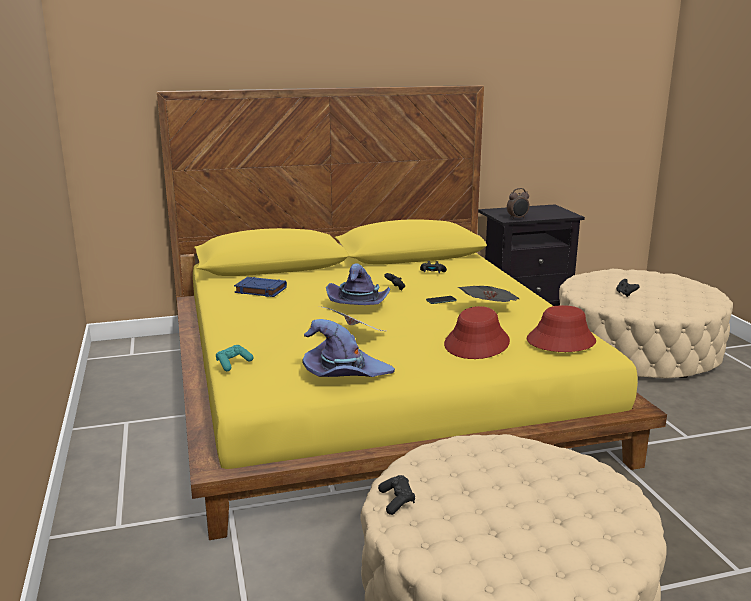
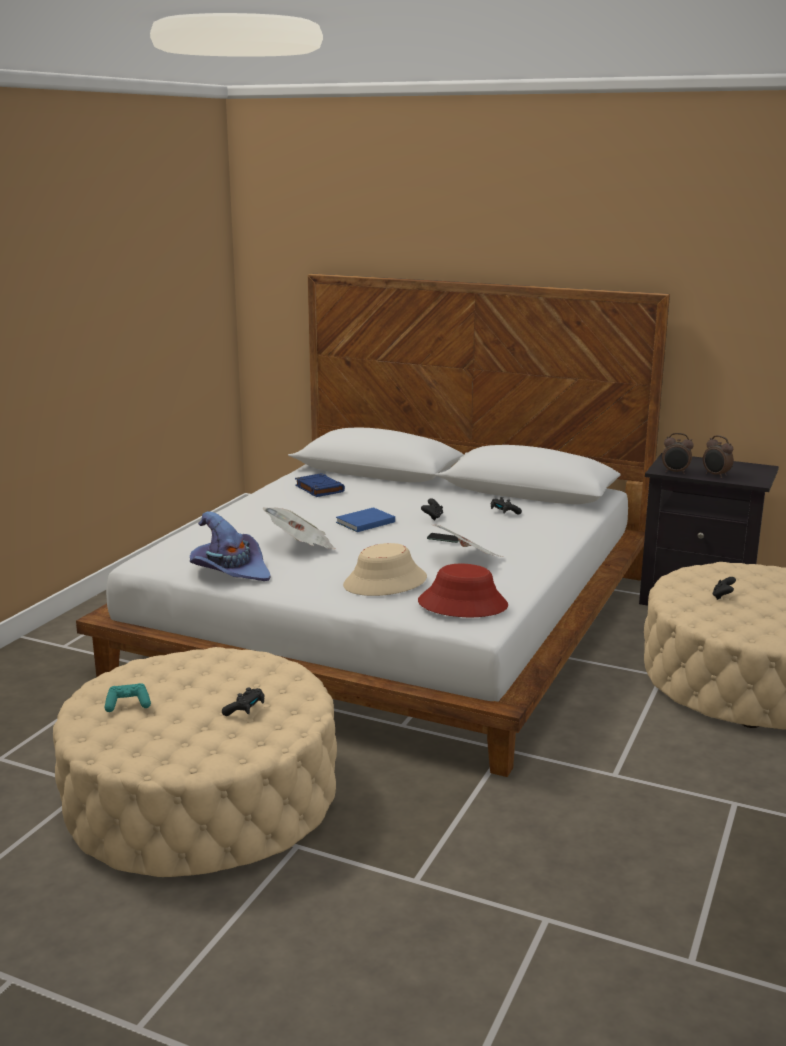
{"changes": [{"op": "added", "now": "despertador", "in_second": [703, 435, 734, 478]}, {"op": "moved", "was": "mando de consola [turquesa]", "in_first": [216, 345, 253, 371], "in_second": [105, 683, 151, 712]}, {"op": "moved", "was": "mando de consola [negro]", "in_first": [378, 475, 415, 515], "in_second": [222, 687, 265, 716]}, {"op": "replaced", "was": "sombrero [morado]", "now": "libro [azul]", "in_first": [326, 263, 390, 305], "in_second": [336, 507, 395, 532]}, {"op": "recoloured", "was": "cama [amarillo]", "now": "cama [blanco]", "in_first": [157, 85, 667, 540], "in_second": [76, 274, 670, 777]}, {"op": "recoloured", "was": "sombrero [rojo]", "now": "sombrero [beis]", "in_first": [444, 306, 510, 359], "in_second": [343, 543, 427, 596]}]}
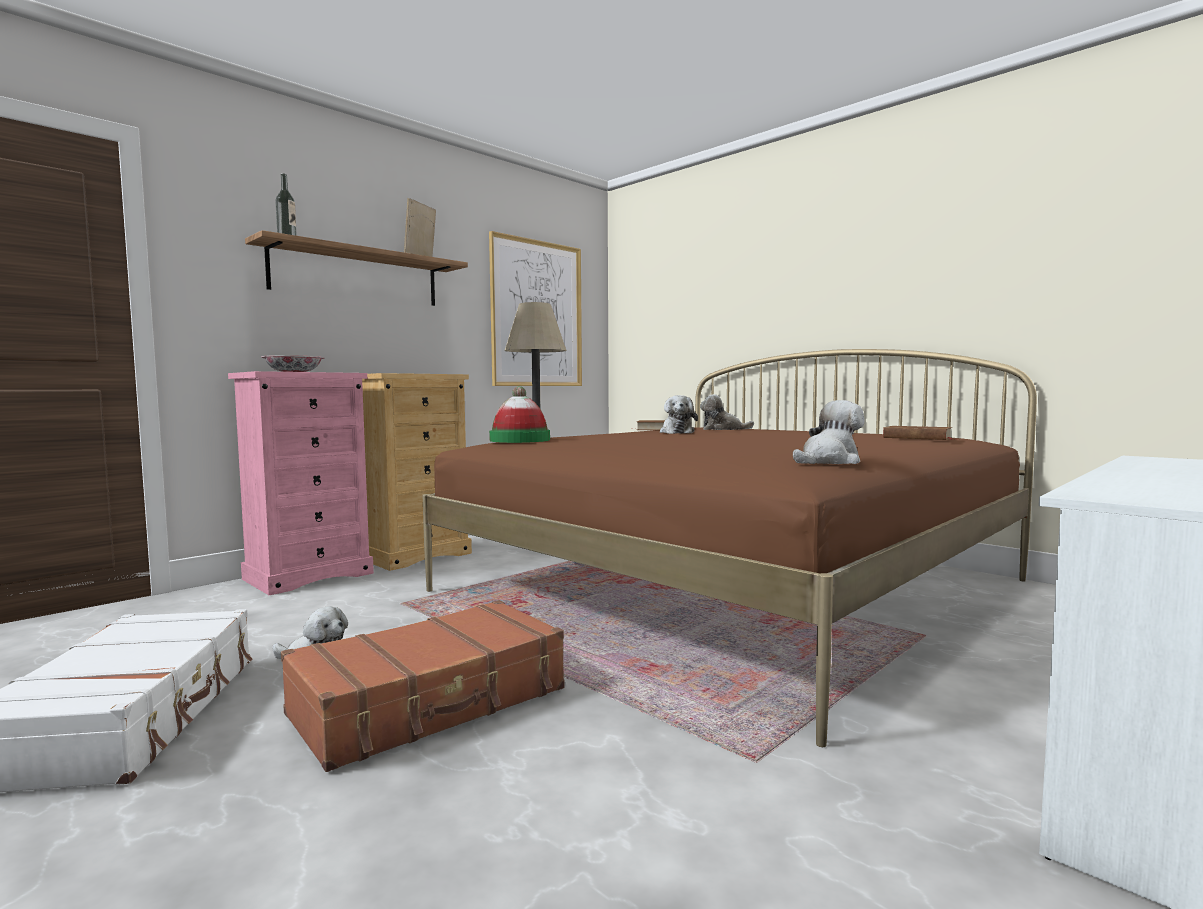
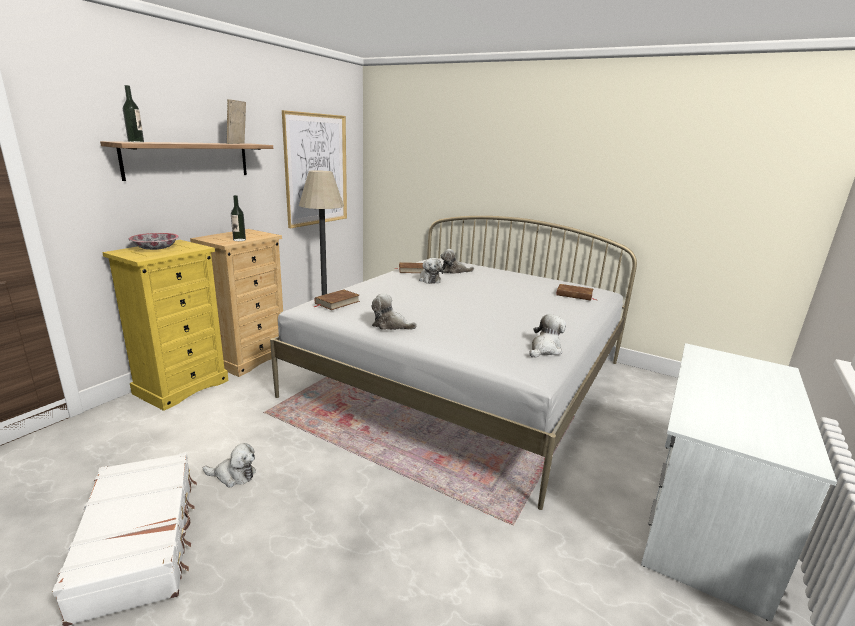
{"changes": [{"op": "removed", "was": "maleta [marrón]", "in_first": [281, 600, 565, 772]}, {"op": "added", "now": "botella", "in_second": [231, 195, 246, 241]}, {"op": "added", "now": "peluche", "in_second": [372, 293, 417, 330]}, {"op": "replaced", "was": "sombrero", "now": "libro [marrón]", "in_first": [489, 386, 550, 443], "in_second": [314, 289, 360, 310]}, {"op": "recoloured", "was": "cómoda [rosa]", "now": "cómoda [amarillo]", "in_first": [228, 371, 374, 595], "in_second": [102, 240, 229, 411]}, {"op": "recoloured", "was": "cama [marrón]", "now": "cama [blanco]", "in_first": [423, 349, 1037, 747], "in_second": [270, 216, 637, 510]}]}
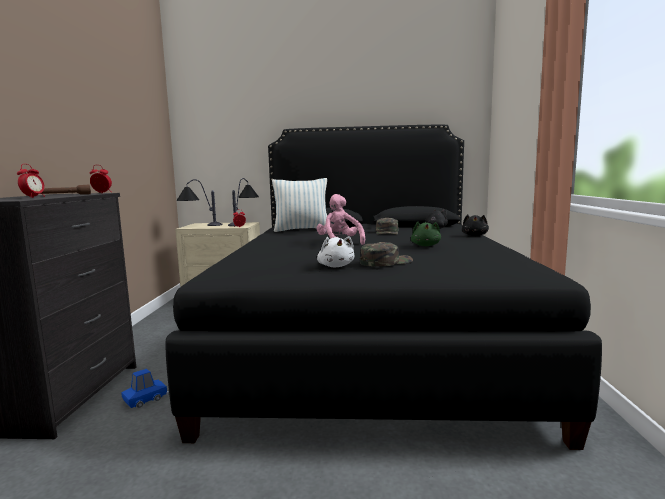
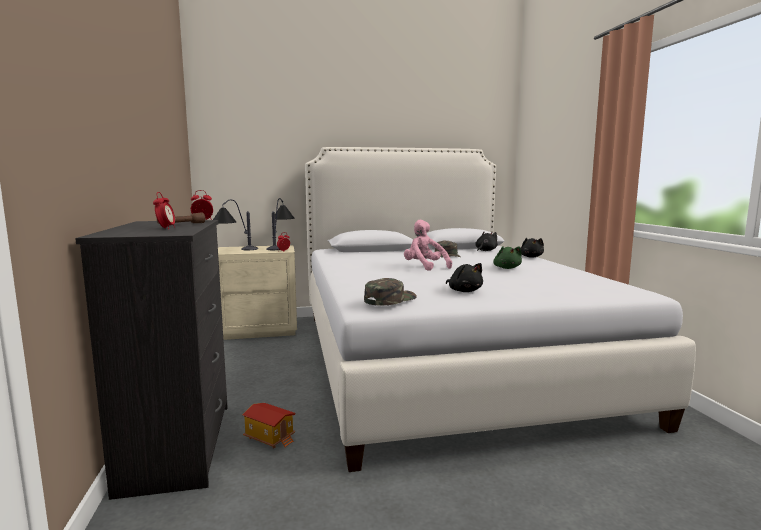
{"changes": [{"op": "removed", "was": "cojín", "in_first": [272, 178, 327, 232]}, {"op": "moved", "was": "gorra [verde]", "in_first": [360, 242, 413, 267], "in_second": [364, 278, 417, 305]}, {"op": "replaced", "was": "coche de juguete [azul]", "now": "casita", "in_first": [121, 369, 169, 408], "in_second": [242, 403, 296, 448]}, {"op": "recoloured", "was": "cama [negro]", "now": "cama [blanco]", "in_first": [166, 125, 602, 450], "in_second": [305, 147, 696, 472]}, {"op": "recoloured", "was": "peluche [blanco]", "now": "peluche [negro]", "in_first": [317, 236, 354, 267], "in_second": [446, 263, 483, 292]}]}
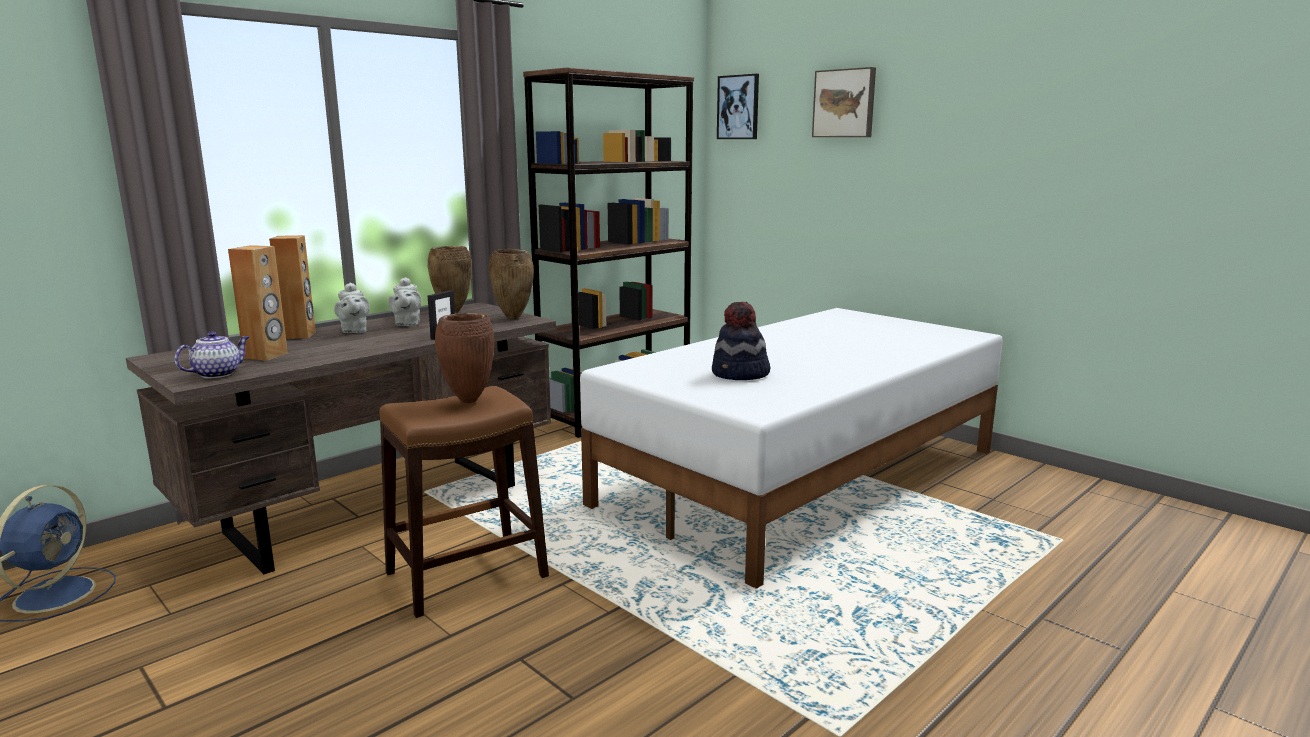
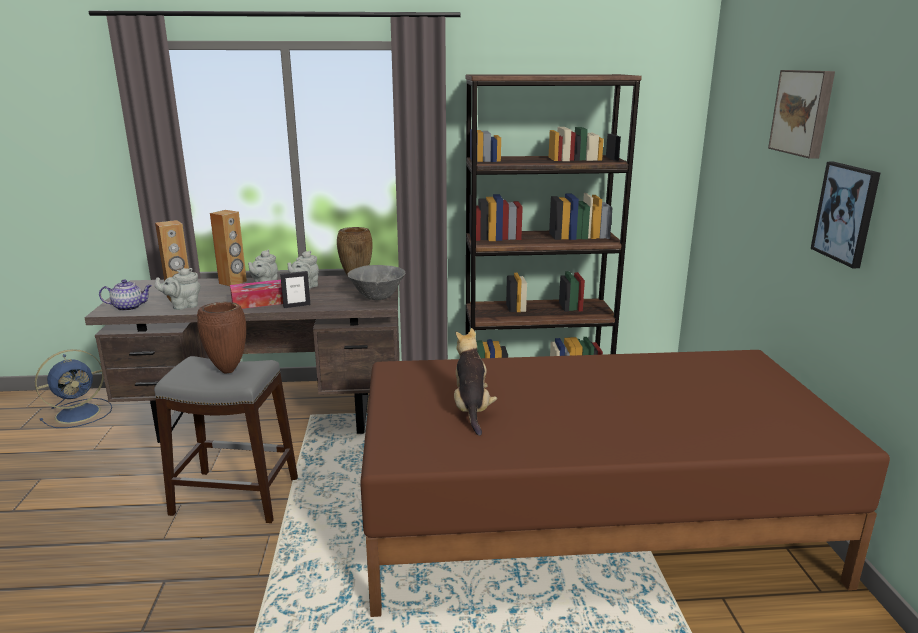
{"changes": [{"op": "added", "now": "tetera [gris]", "in_second": [155, 268, 201, 310]}, {"op": "added", "now": "caja de pañuelos", "in_second": [230, 280, 283, 309]}, {"op": "moved", "was": "cuadro", "in_first": [717, 74, 759, 139], "in_second": [811, 162, 880, 268]}, {"op": "replaced", "was": "florero [marrón]", "now": "cuenco [gris]", "in_first": [489, 249, 534, 319], "in_second": [347, 265, 406, 300]}, {"op": "replaced", "was": "sombrero", "now": "peluche", "in_first": [712, 302, 770, 380], "in_second": [454, 328, 497, 436]}, {"op": "recoloured", "was": "taburete [marrón]", "now": "taburete [gris]", "in_first": [379, 386, 549, 618], "in_second": [154, 356, 298, 523]}, {"op": "recoloured", "was": "cama [blanco]", "now": "cama [marrón]", "in_first": [580, 308, 1003, 589], "in_second": [360, 350, 890, 617]}]}
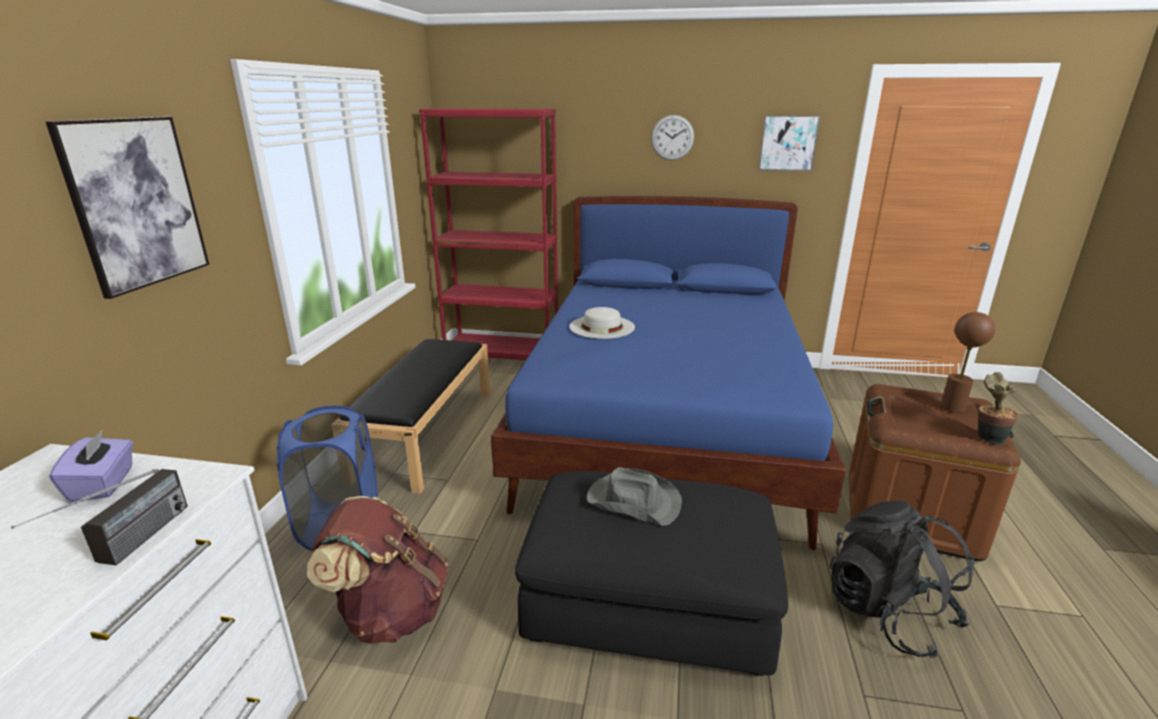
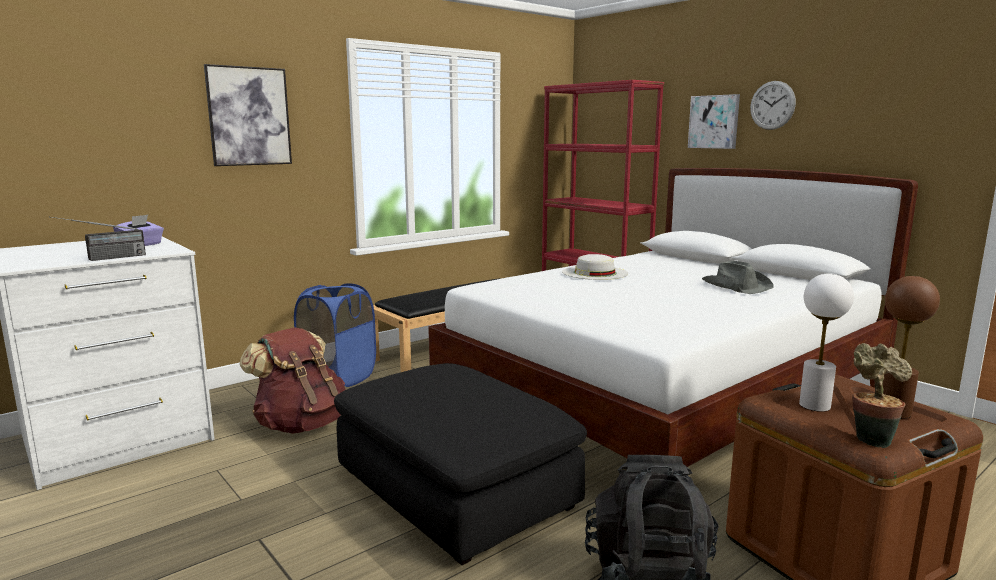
{"changes": [{"op": "added", "now": "lámpara de mesa [blanco]", "in_second": [799, 273, 854, 412]}, {"op": "moved", "was": "sombrero [gris]", "in_first": [587, 467, 682, 526], "in_second": [702, 261, 774, 294]}, {"op": "moved", "was": "cuadro", "in_first": [758, 115, 820, 171], "in_second": [688, 94, 740, 149]}, {"op": "recoloured", "was": "cama [azul]", "now": "cama [blanco]", "in_first": [491, 196, 846, 550], "in_second": [428, 168, 918, 467]}]}
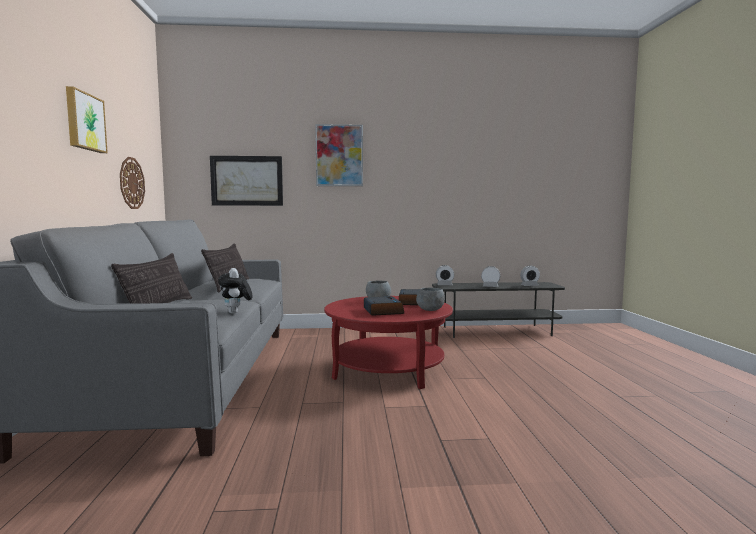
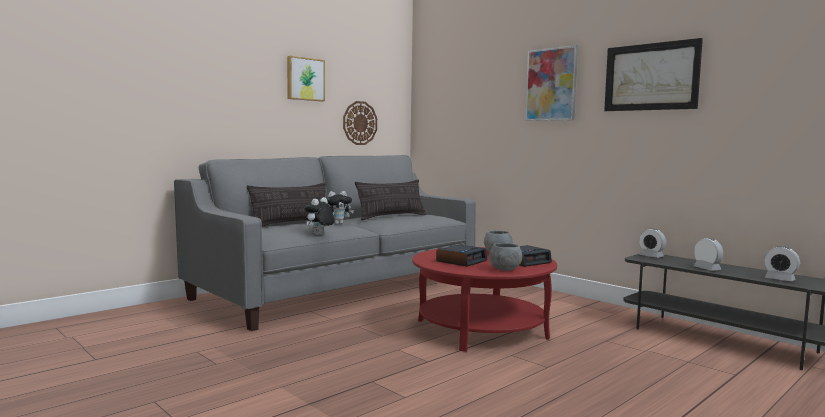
{"changes": [{"op": "added", "now": "peluche", "in_second": [326, 191, 354, 225]}, {"op": "moved", "was": "cuadro", "in_first": [210, 156, 283, 206], "in_second": [604, 38, 703, 111]}]}
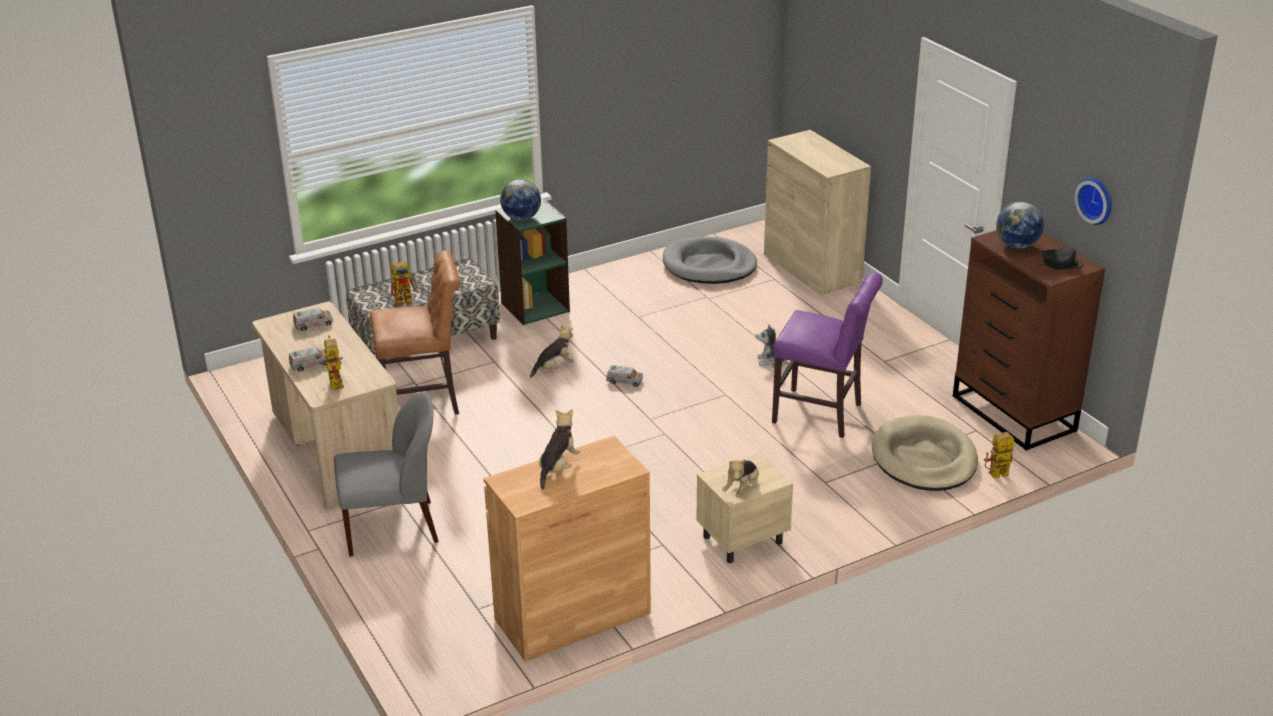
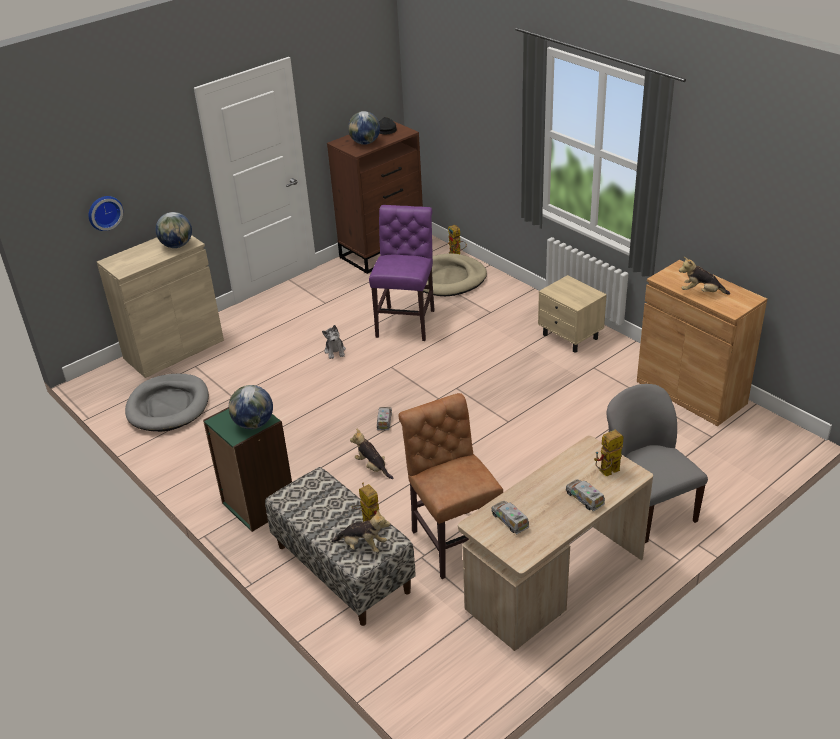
{"changes": [{"op": "added", "now": "globo terráqueo", "in_second": [156, 212, 192, 248]}, {"op": "moved", "was": "peluche", "in_first": [722, 459, 759, 498], "in_second": [331, 509, 390, 553]}, {"op": "moved", "was": "reloj de pared", "in_first": [1075, 178, 1112, 225], "in_second": [89, 196, 123, 231]}]}
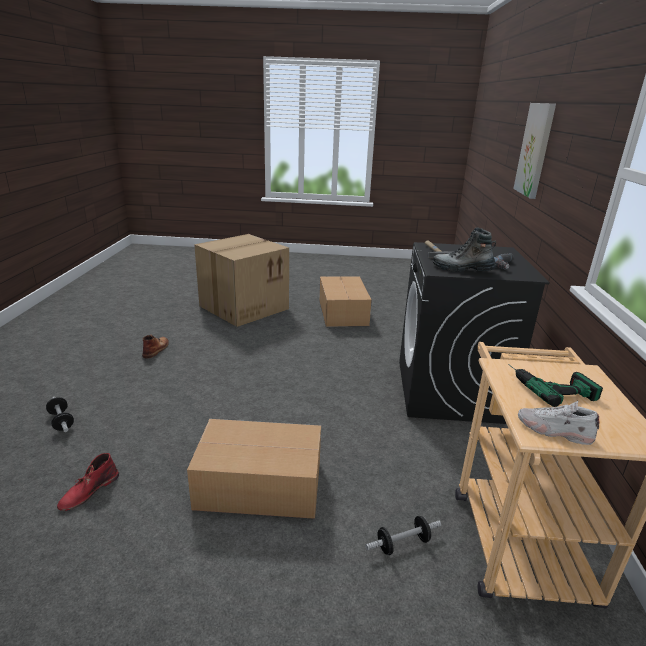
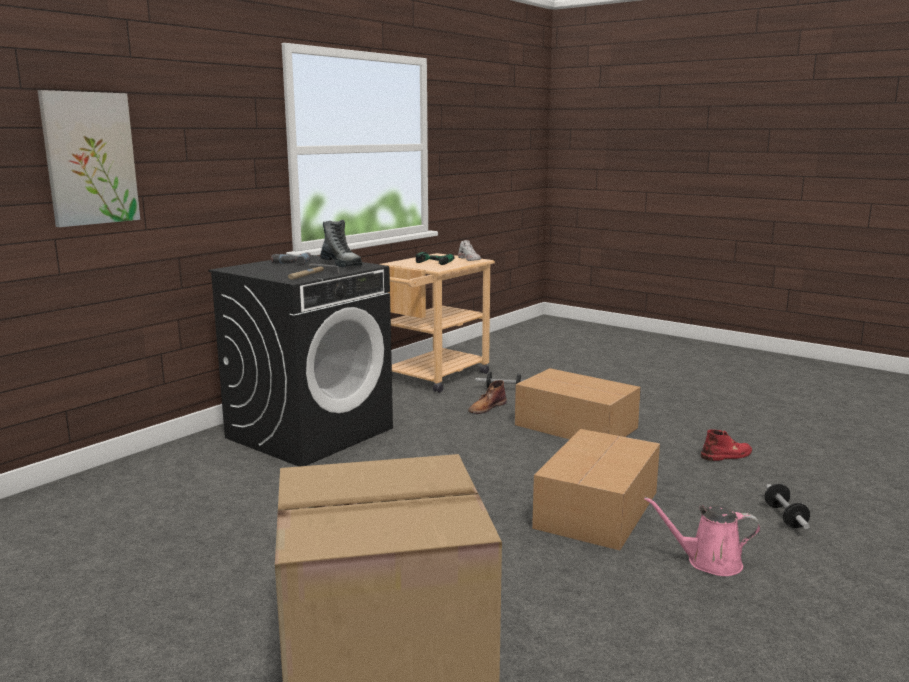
{"changes": [{"op": "added", "now": "regadera [rosa]", "in_second": [644, 497, 761, 576]}, {"op": "moved", "was": "bota [marrón]", "in_first": [142, 334, 169, 359], "in_second": [468, 380, 507, 414]}, {"op": "moved", "was": "caja de cartón", "in_first": [319, 276, 372, 327], "in_second": [532, 429, 660, 550]}]}
